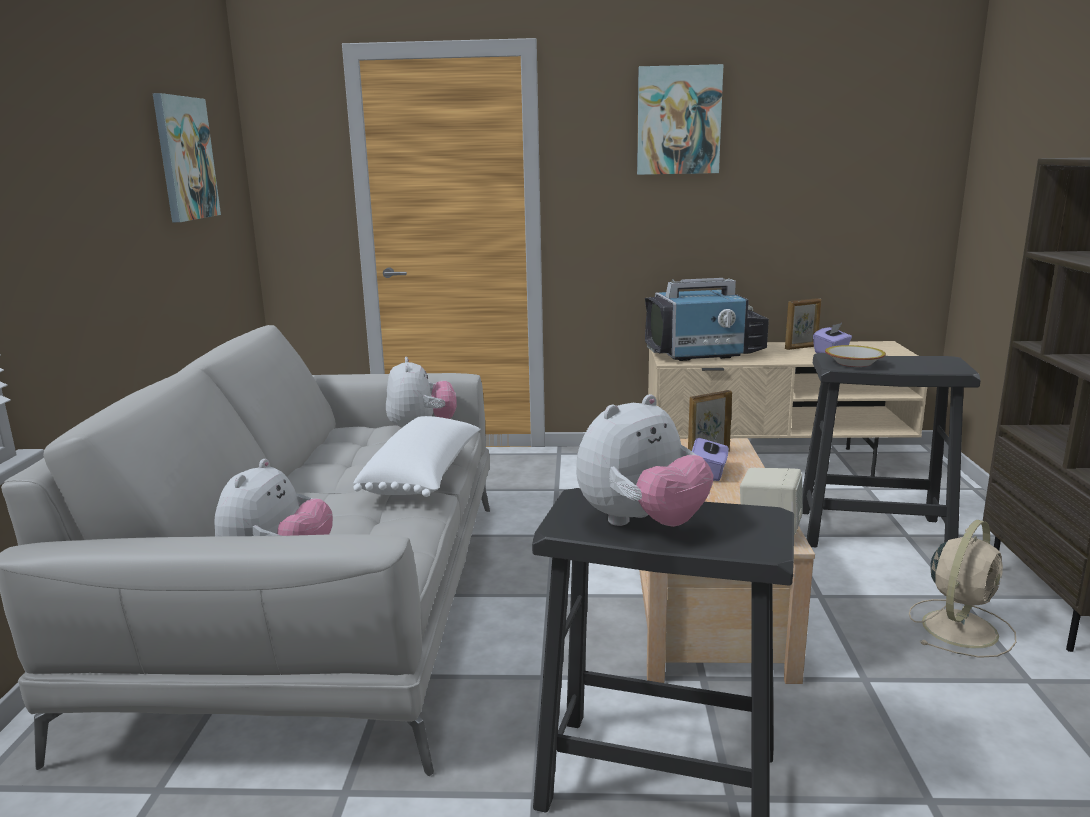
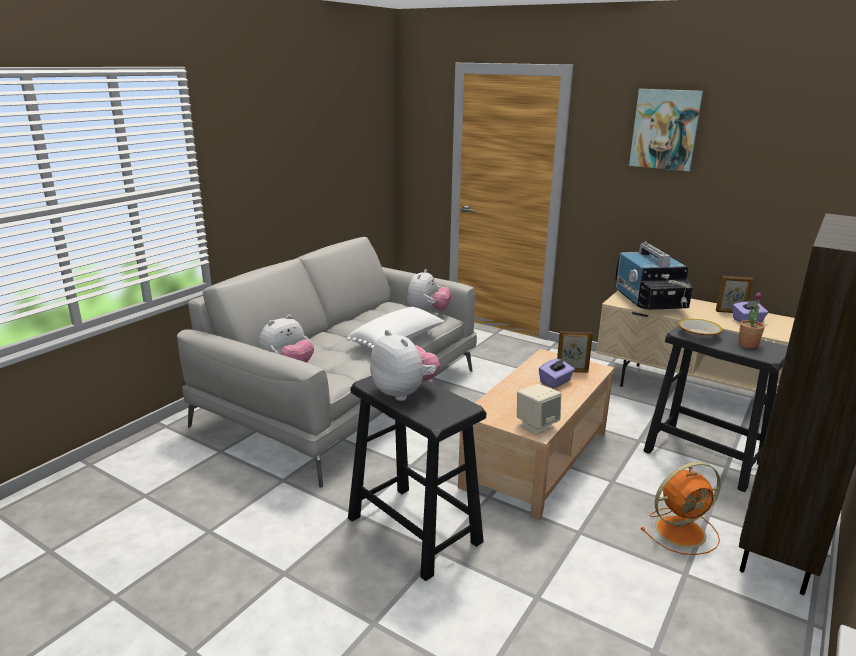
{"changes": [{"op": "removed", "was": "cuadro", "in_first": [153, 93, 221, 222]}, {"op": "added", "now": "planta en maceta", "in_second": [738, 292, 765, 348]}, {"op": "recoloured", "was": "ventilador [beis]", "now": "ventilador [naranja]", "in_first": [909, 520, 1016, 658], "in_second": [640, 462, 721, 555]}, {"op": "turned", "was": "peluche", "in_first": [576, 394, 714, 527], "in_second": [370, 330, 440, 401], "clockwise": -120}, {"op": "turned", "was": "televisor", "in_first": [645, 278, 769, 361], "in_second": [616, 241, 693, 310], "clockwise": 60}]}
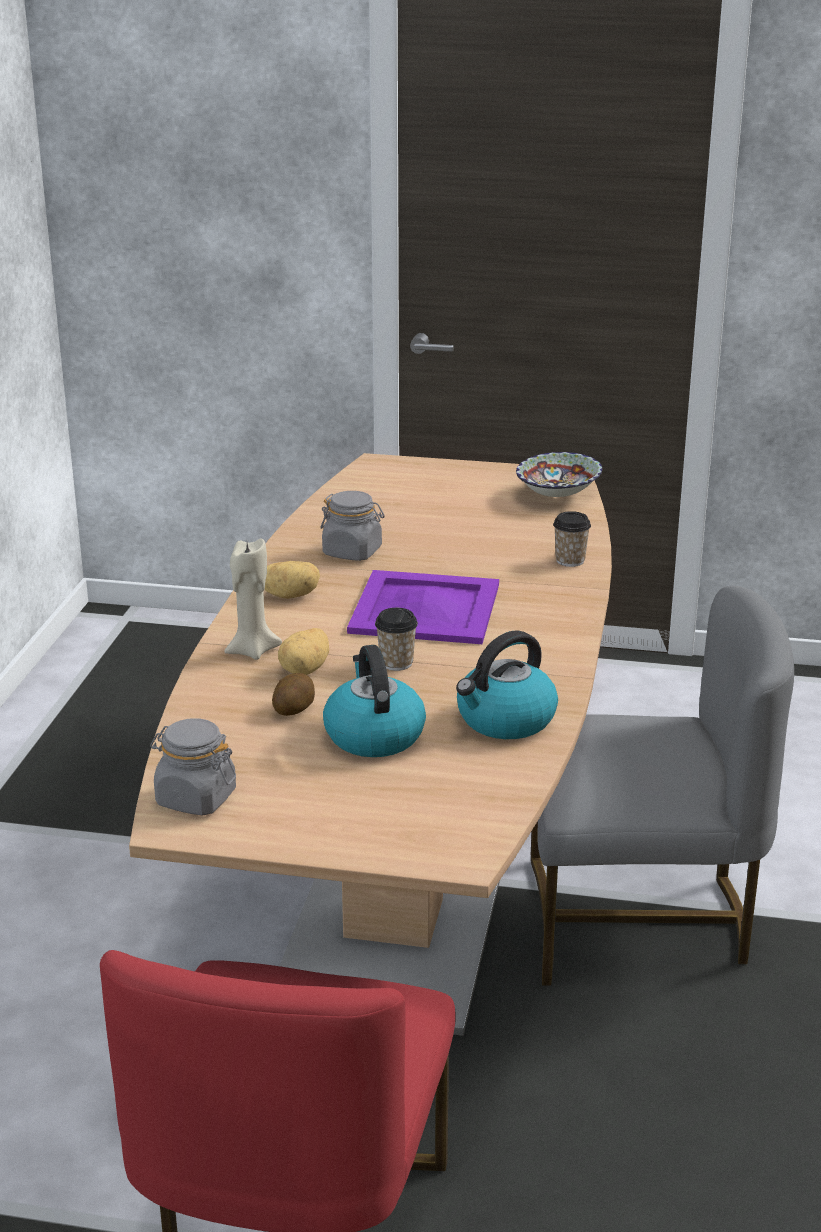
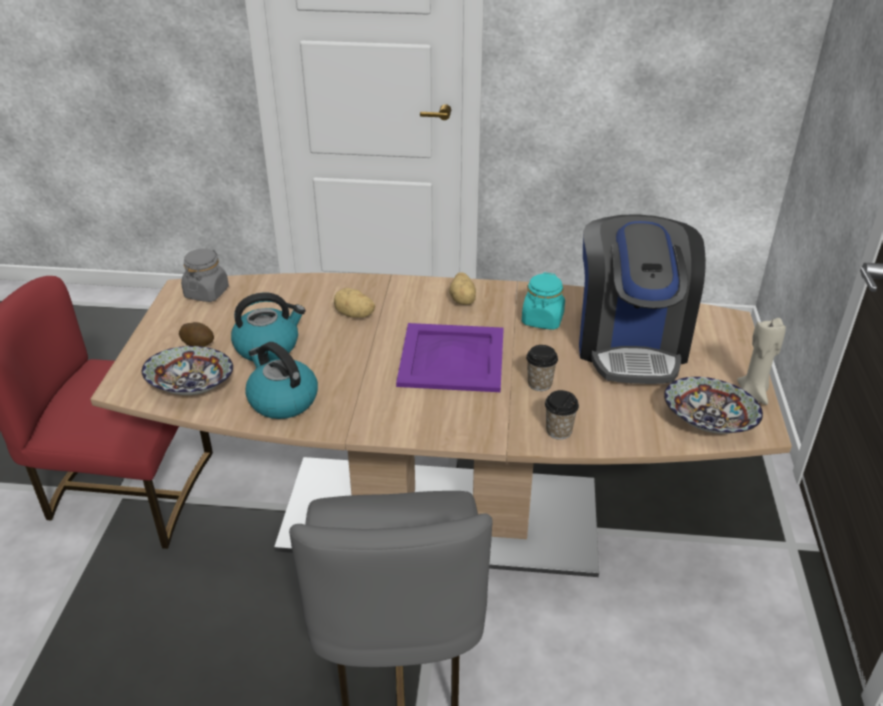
{"changes": [{"op": "added", "now": "cuenco", "in_second": [142, 346, 233, 395]}, {"op": "added", "now": "cafetera", "in_second": [579, 214, 706, 384]}, {"op": "moved", "was": "vela [beis]", "in_first": [224, 538, 282, 660], "in_second": [737, 318, 786, 405]}, {"op": "moved", "was": "patata", "in_first": [272, 673, 315, 716], "in_second": [179, 322, 214, 347]}, {"op": "moved", "was": "taza", "in_first": [375, 608, 418, 671], "in_second": [526, 345, 558, 391]}, {"op": "recoloured", "was": "tarro [gris]", "now": "tarro [turquesa]", "in_first": [320, 491, 385, 561], "in_second": [522, 272, 565, 330]}]}
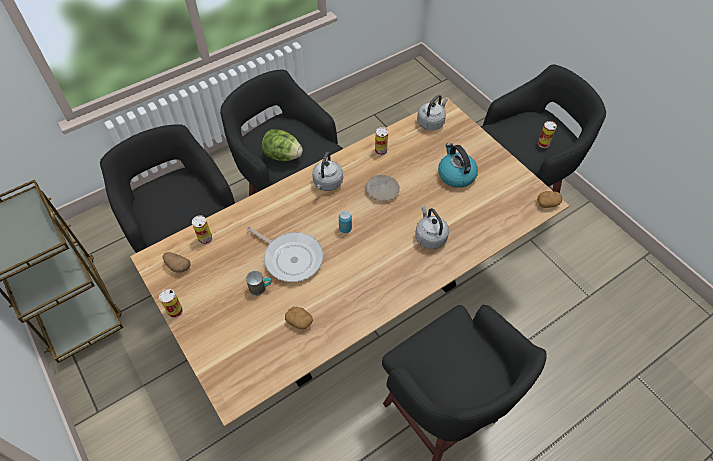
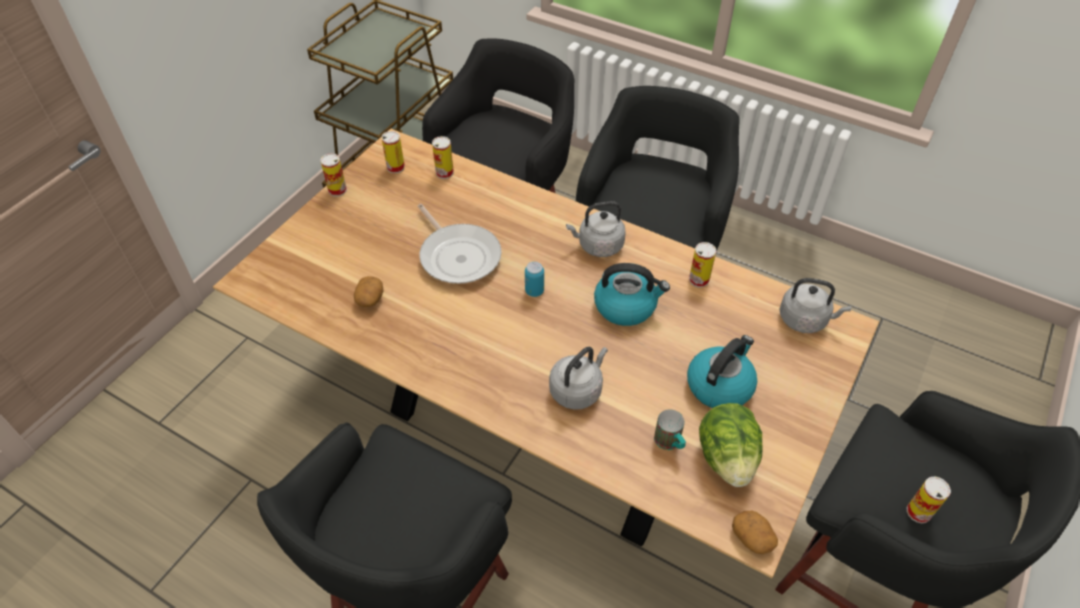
{"changes": [{"op": "moved", "was": "taza grande", "in_first": [246, 271, 272, 296], "in_second": [654, 409, 686, 450]}, {"op": "moved", "was": "lechuga", "in_first": [262, 129, 303, 161], "in_second": [699, 403, 762, 487]}, {"op": "replaced", "was": "patata", "now": "lata", "in_first": [163, 252, 191, 273], "in_second": [381, 131, 405, 174]}, {"op": "replaced", "was": "plato [beis]", "now": "hervidor", "in_first": [366, 175, 400, 201], "in_second": [594, 263, 670, 326]}, {"op": "turned", "was": "sartén", "in_first": [247, 226, 323, 282], "in_second": [418, 204, 502, 284], "clockwise": -45}]}
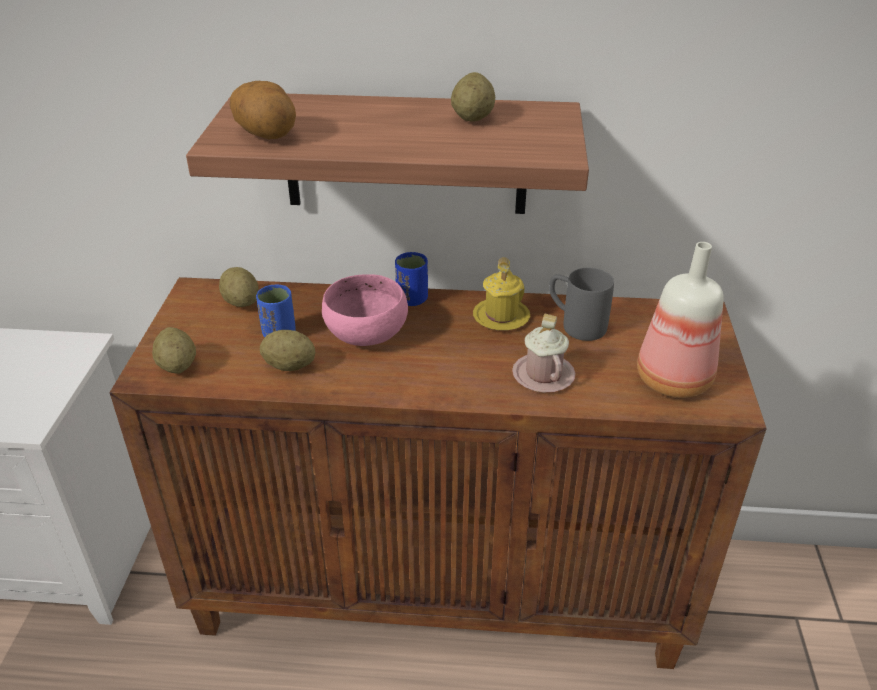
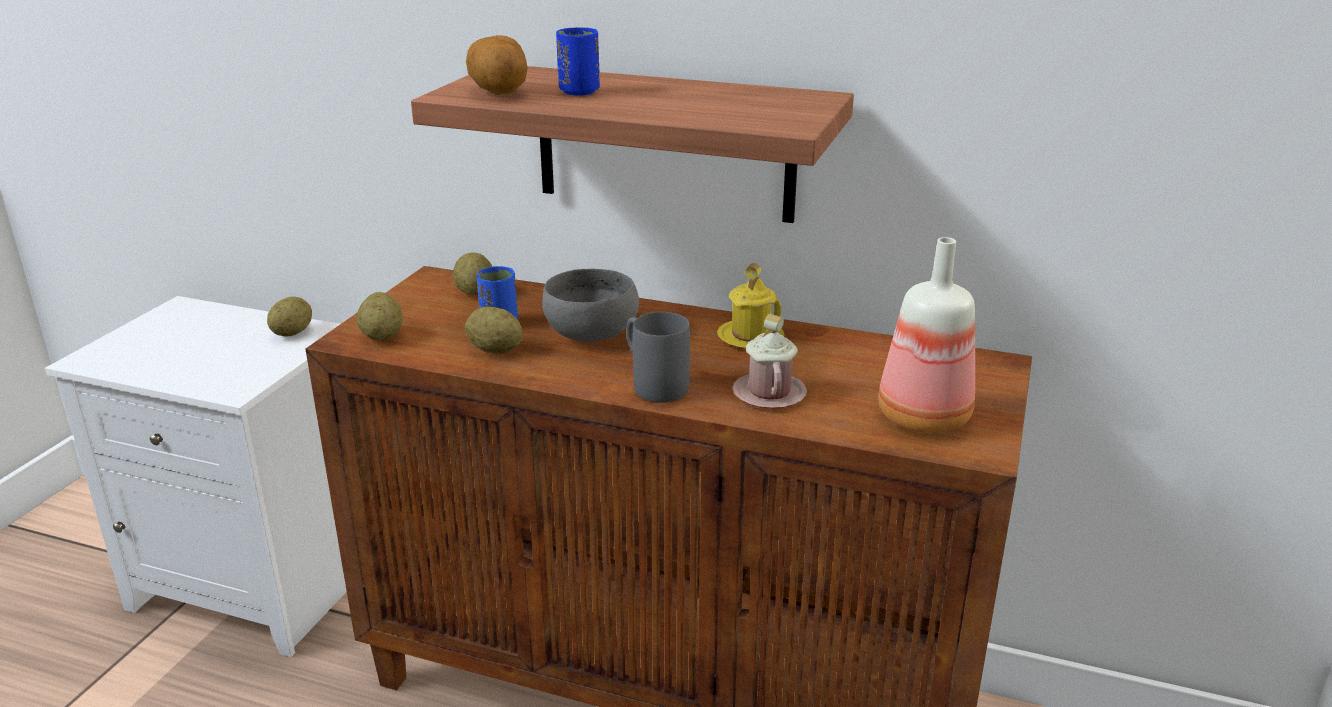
{"changes": [{"op": "moved", "was": "taza [azul]", "in_first": [395, 252, 428, 306], "in_second": [556, 27, 600, 96]}, {"op": "moved", "was": "patata", "in_first": [451, 72, 495, 121], "in_second": [267, 297, 312, 336]}, {"op": "moved", "was": "taza grande [gris]", "in_first": [549, 268, 614, 341], "in_second": [626, 312, 690, 402]}, {"op": "recoloured", "was": "cuenco [rosa]", "now": "cuenco [gris]", "in_first": [322, 274, 408, 346], "in_second": [542, 269, 639, 342]}]}
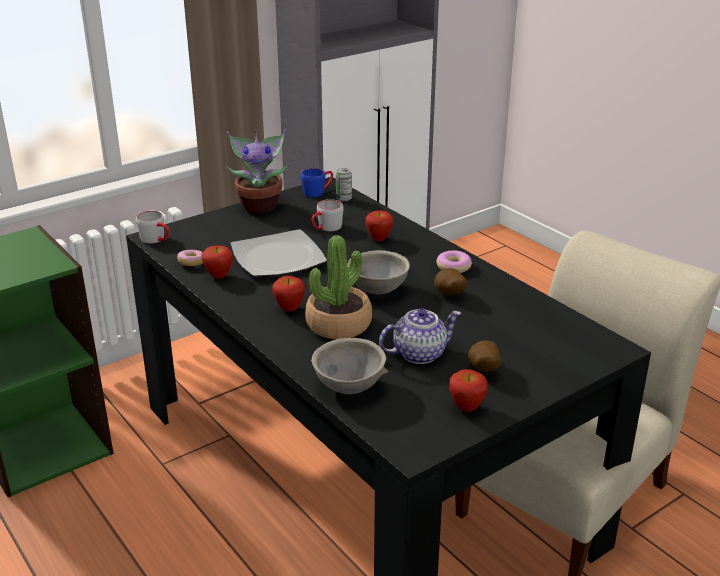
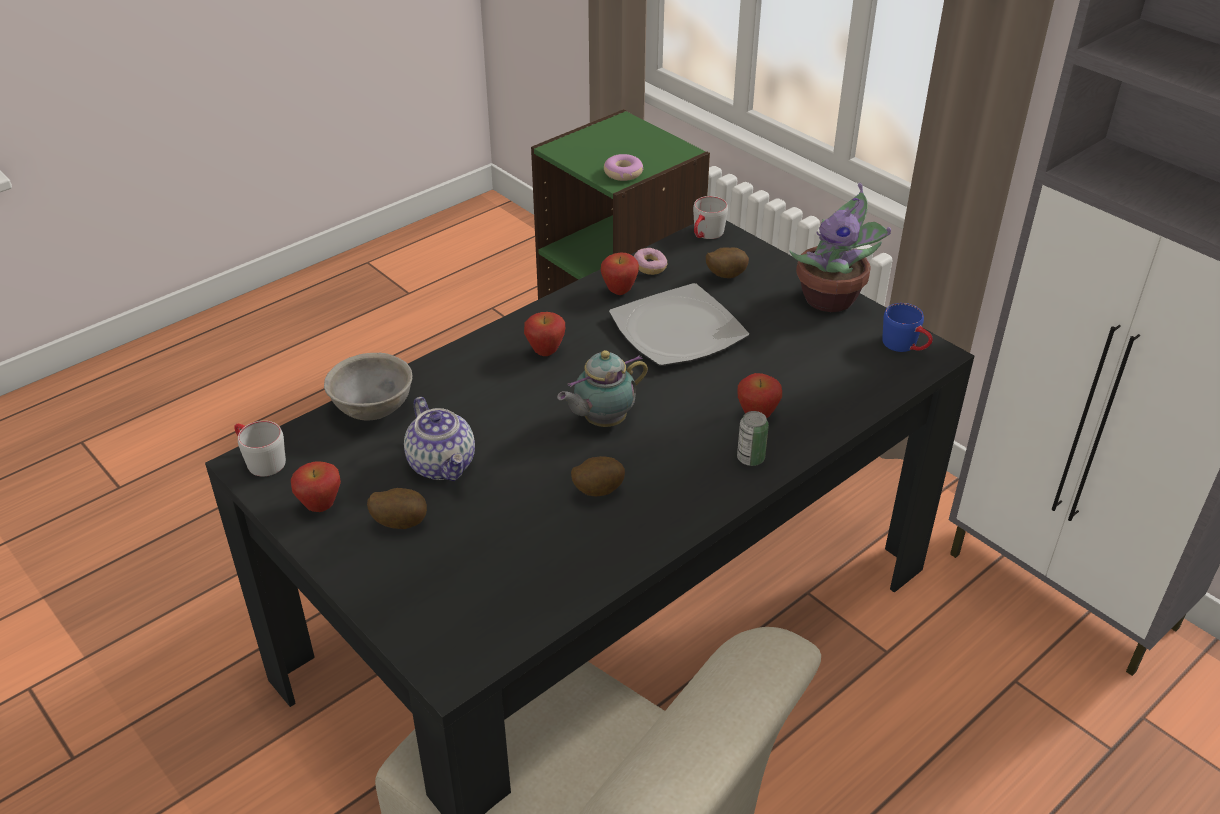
{"changes": [{"op": "removed", "was": "planta en maceta", "in_first": [305, 235, 372, 339]}, {"op": "added", "now": "patata", "in_second": [706, 247, 749, 278]}, {"op": "moved", "was": "taza grande [gris]", "in_first": [311, 199, 343, 231], "in_second": [234, 421, 286, 476]}, {"op": "moved", "was": "lata", "in_first": [336, 168, 352, 202], "in_second": [737, 411, 769, 466]}, {"op": "moved", "was": "rosquilla", "in_first": [436, 250, 472, 273], "in_second": [604, 154, 643, 181]}, {"op": "replaced", "was": "cuenco [gris]", "now": "tetera", "in_first": [347, 250, 410, 294], "in_second": [557, 350, 648, 427]}]}
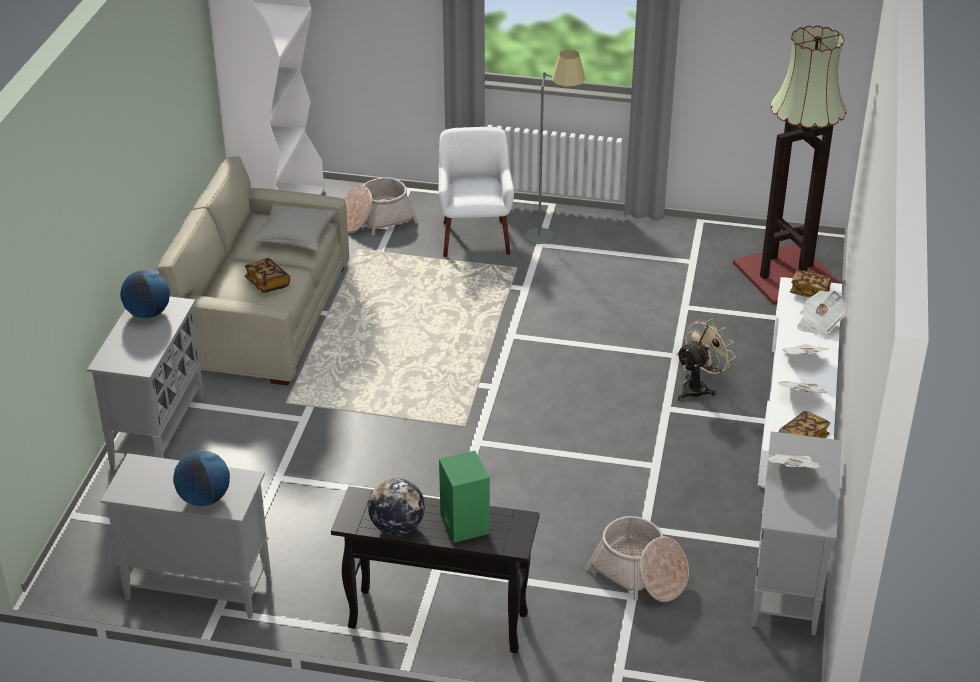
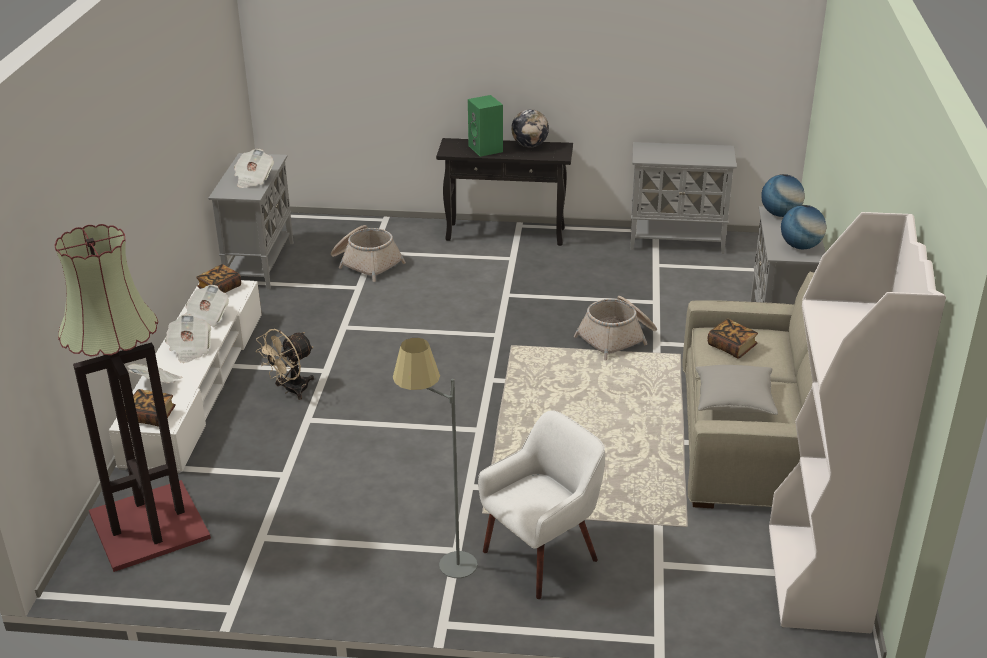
{"changes": [{"op": "moved", "was": "globo terráqueo", "in_first": [173, 450, 230, 506], "in_second": [761, 174, 805, 217]}, {"op": "moved", "was": "cesta", "in_first": [344, 178, 418, 235], "in_second": [573, 296, 657, 360]}, {"op": "turned", "was": "sillón [blanco]", "in_first": [439, 127, 514, 257], "in_second": [478, 410, 605, 599], "clockwise": -120}]}
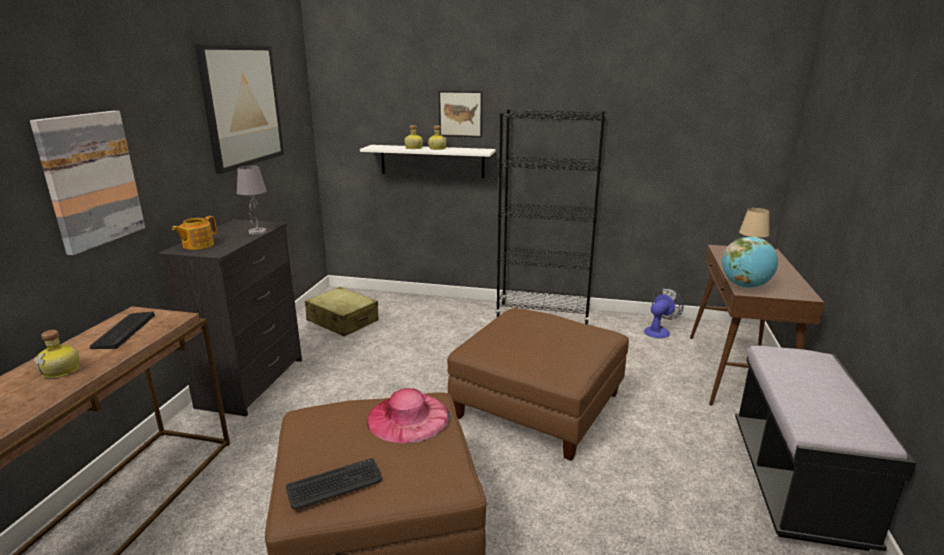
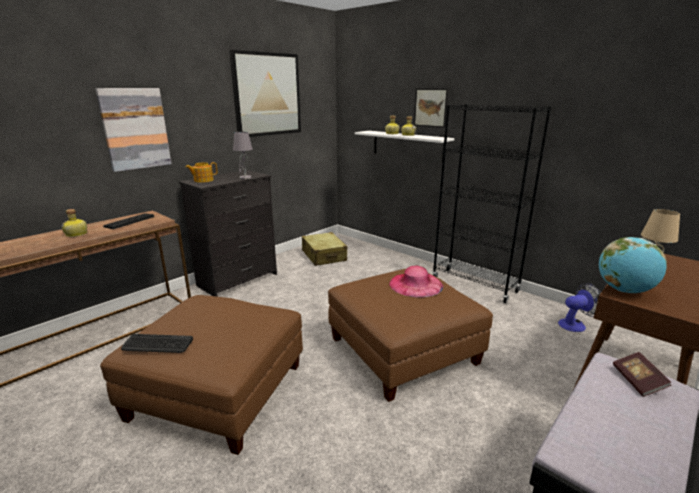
{"changes": [{"op": "added", "now": "libro", "in_second": [613, 352, 671, 397]}, {"op": "moved", "was": "sombrero [rosa]", "in_first": [367, 388, 449, 443], "in_second": [389, 266, 443, 298]}]}
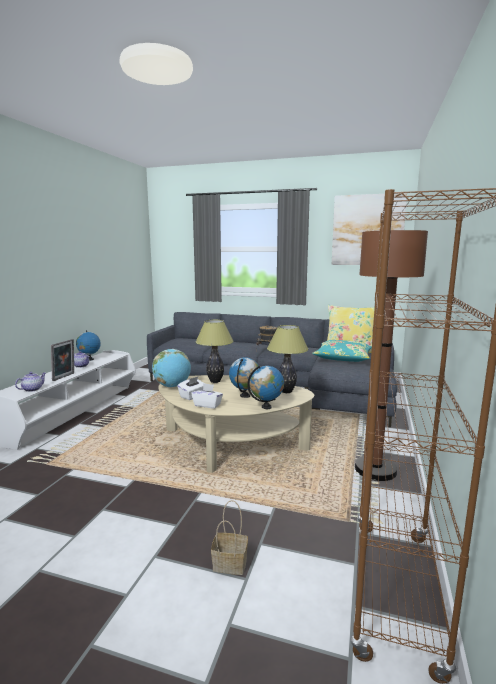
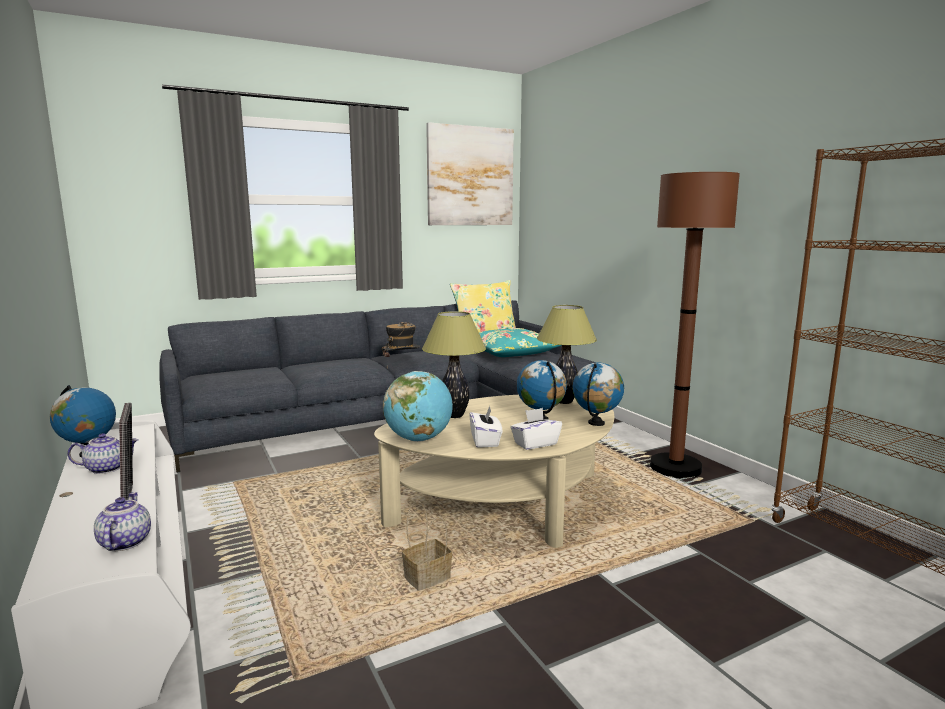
{"changes": [{"op": "moved", "was": "cesta", "in_first": [211, 500, 248, 575], "in_second": [402, 501, 452, 591]}]}
